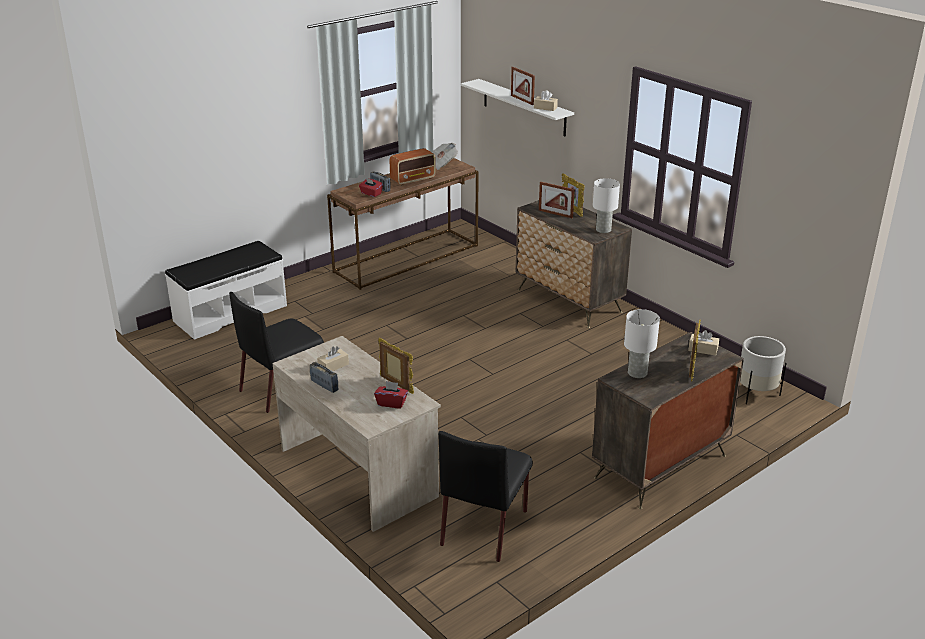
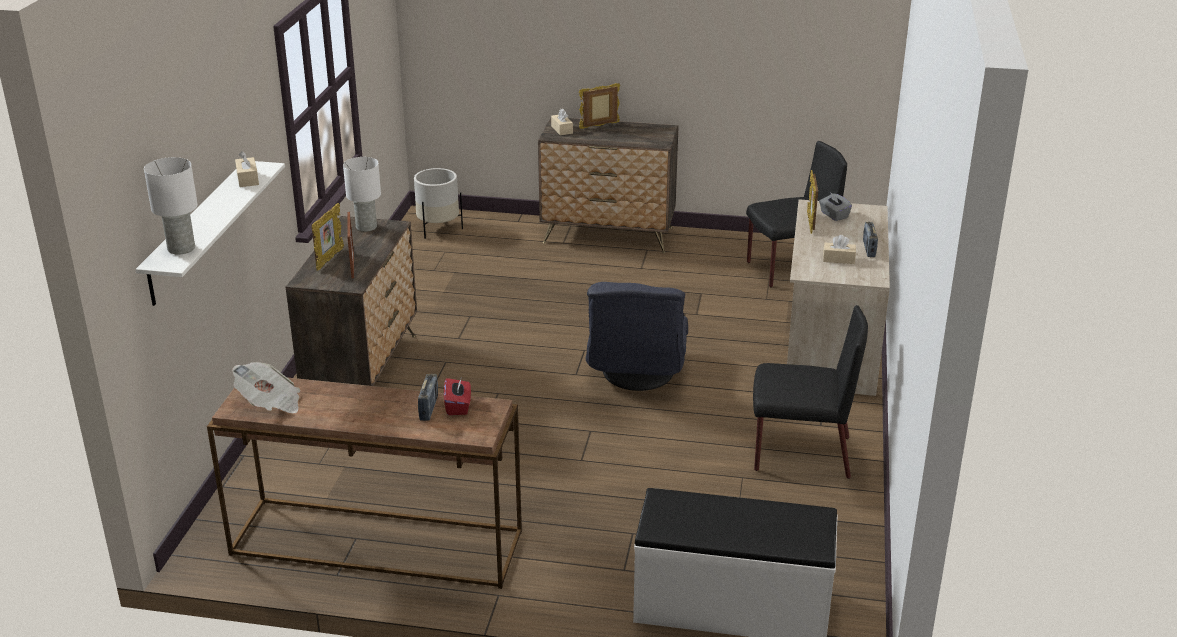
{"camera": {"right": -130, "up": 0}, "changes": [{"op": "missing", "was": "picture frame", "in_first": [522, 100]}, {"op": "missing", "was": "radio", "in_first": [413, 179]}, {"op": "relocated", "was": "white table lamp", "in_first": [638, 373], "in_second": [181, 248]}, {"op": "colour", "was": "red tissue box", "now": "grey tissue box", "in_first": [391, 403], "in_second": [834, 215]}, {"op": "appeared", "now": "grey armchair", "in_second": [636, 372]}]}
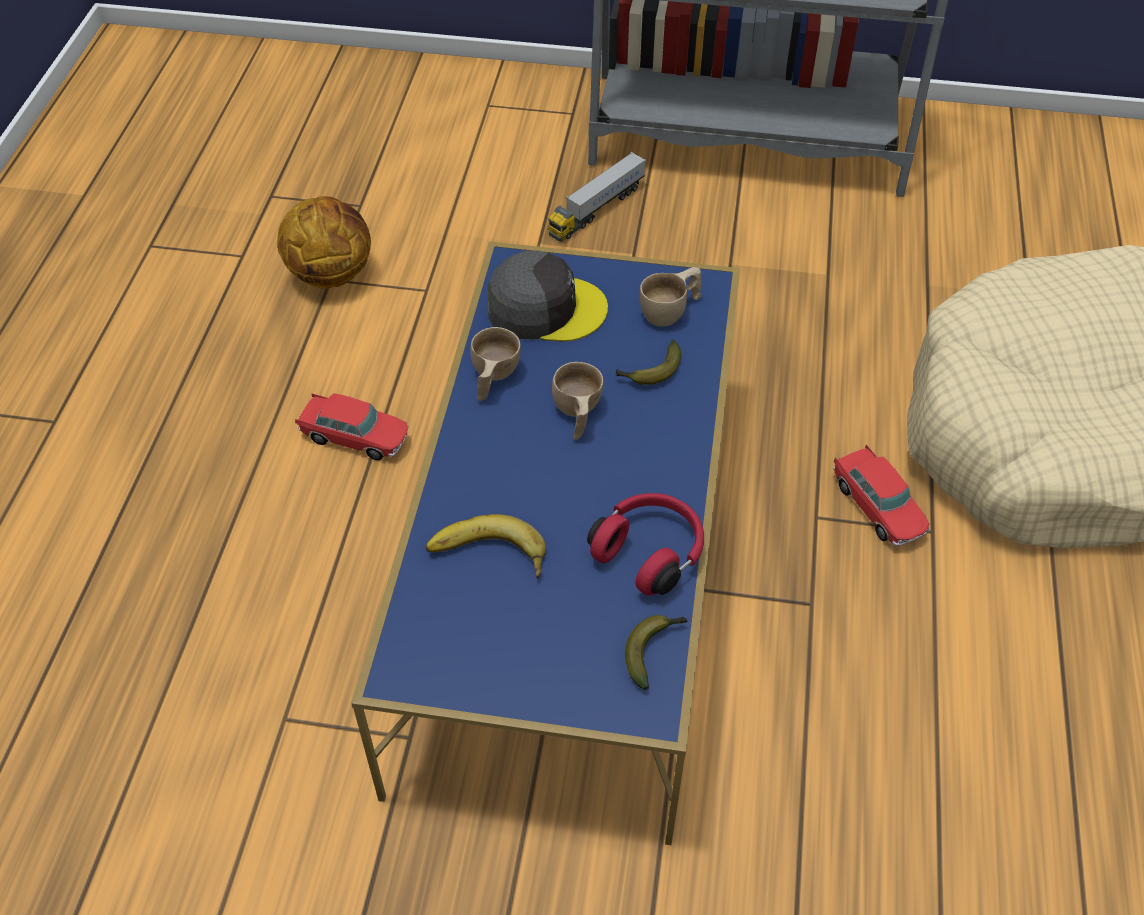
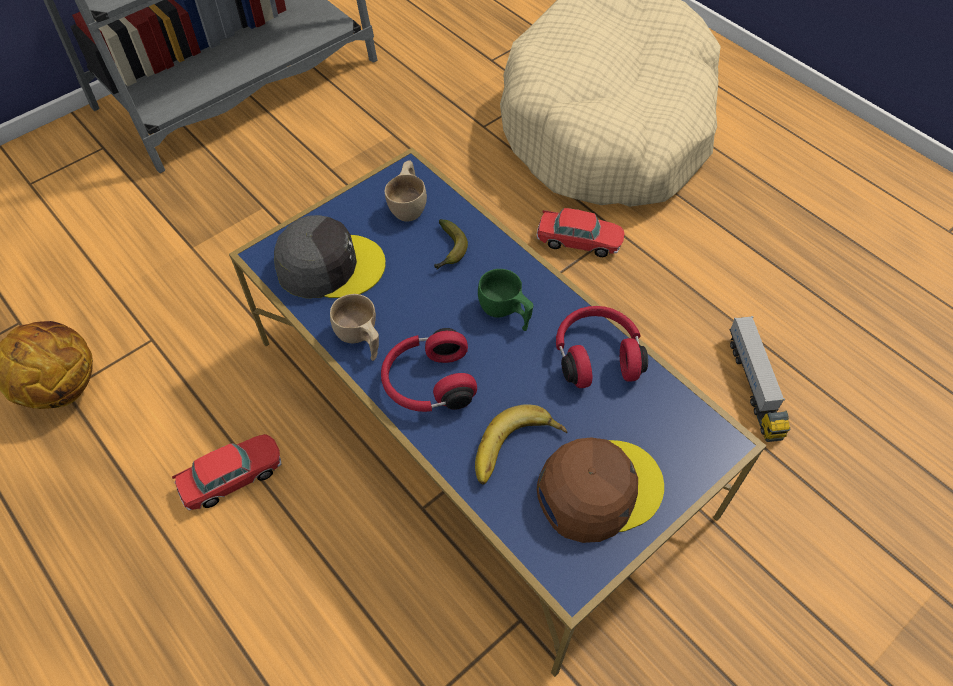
{"camera": {"right": -50, "up": 5}, "changes": [{"op": "relocated", "was": "toy truck", "in_first": [596, 209], "in_second": [754, 386]}, {"op": "spun", "was": "grey cap", "in_first": [545, 308], "in_second": [329, 265], "clockwise": 45}, {"op": "missing", "was": "beige cup", "in_first": [576, 415]}, {"op": "missing", "was": "banana", "in_first": [654, 650]}, {"op": "appeared", "now": "green cup", "in_second": [505, 313]}, {"op": "appeared", "now": "red headphones", "in_second": [428, 383]}, {"op": "appeared", "now": "brown cap", "in_second": [598, 489]}]}
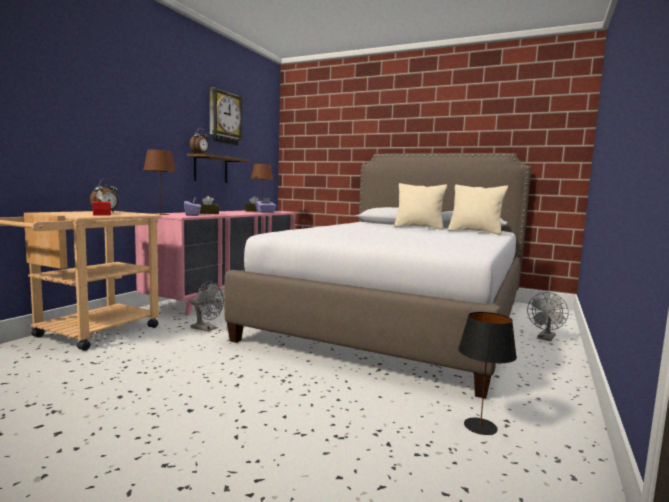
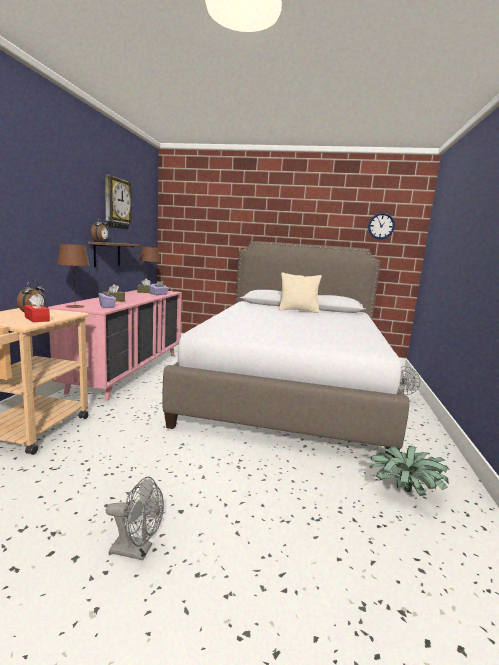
{"camera": {"right": -15, "up": 5}, "changes": [{"op": "missing", "was": "beige pillow", "in_first": [475, 232]}, {"op": "relocated", "was": "grey fan", "in_first": [207, 329], "in_second": [137, 550]}, {"op": "exchanged", "was": "black table lamp", "now": "potted plant", "in_first": [479, 426], "in_second": [404, 492]}, {"op": "appeared", "now": "wall clock", "in_second": [381, 226]}]}
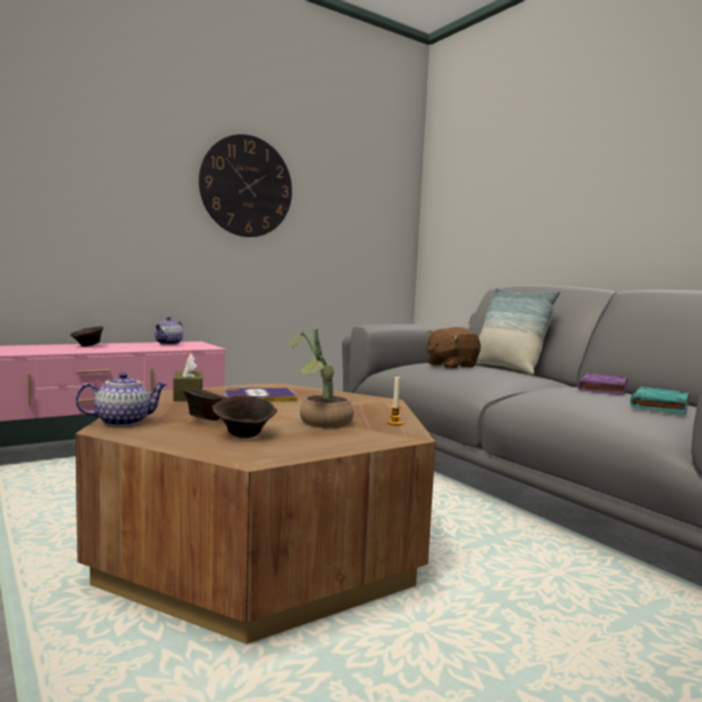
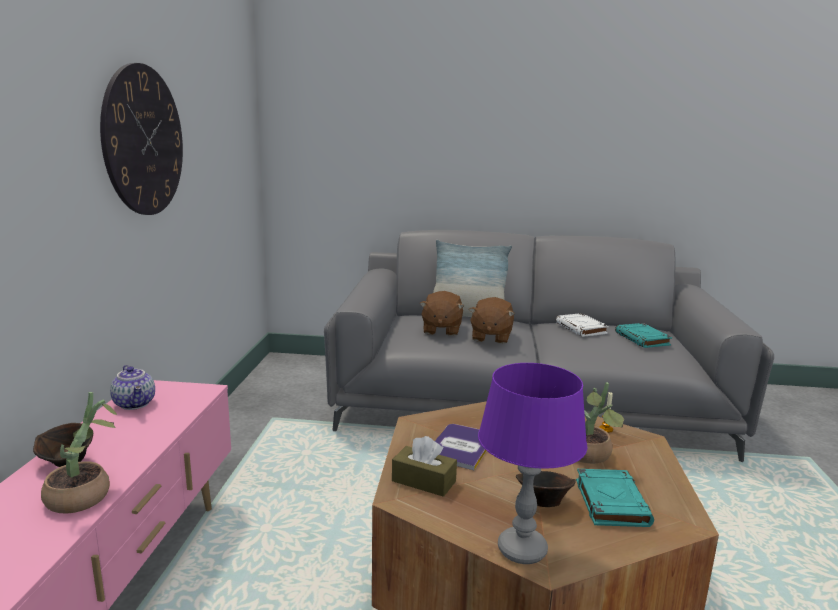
{"camera": {"right": -50, "up": 10}, "changes": [{"op": "exchanged", "was": "teapot", "now": "purple table lamp", "in_first": [123, 422], "in_second": [521, 550]}, {"op": "colour", "was": "purple book", "now": "white book", "in_first": [602, 389], "in_second": [581, 328]}, {"op": "exchanged", "was": "brown bowl", "now": "turquoise book", "in_first": [245, 435], "in_second": [610, 502]}, {"op": "appeared", "now": "brown plush toy", "in_second": [490, 337]}, {"op": "appeared", "now": "potted plant", "in_second": [86, 495]}]}
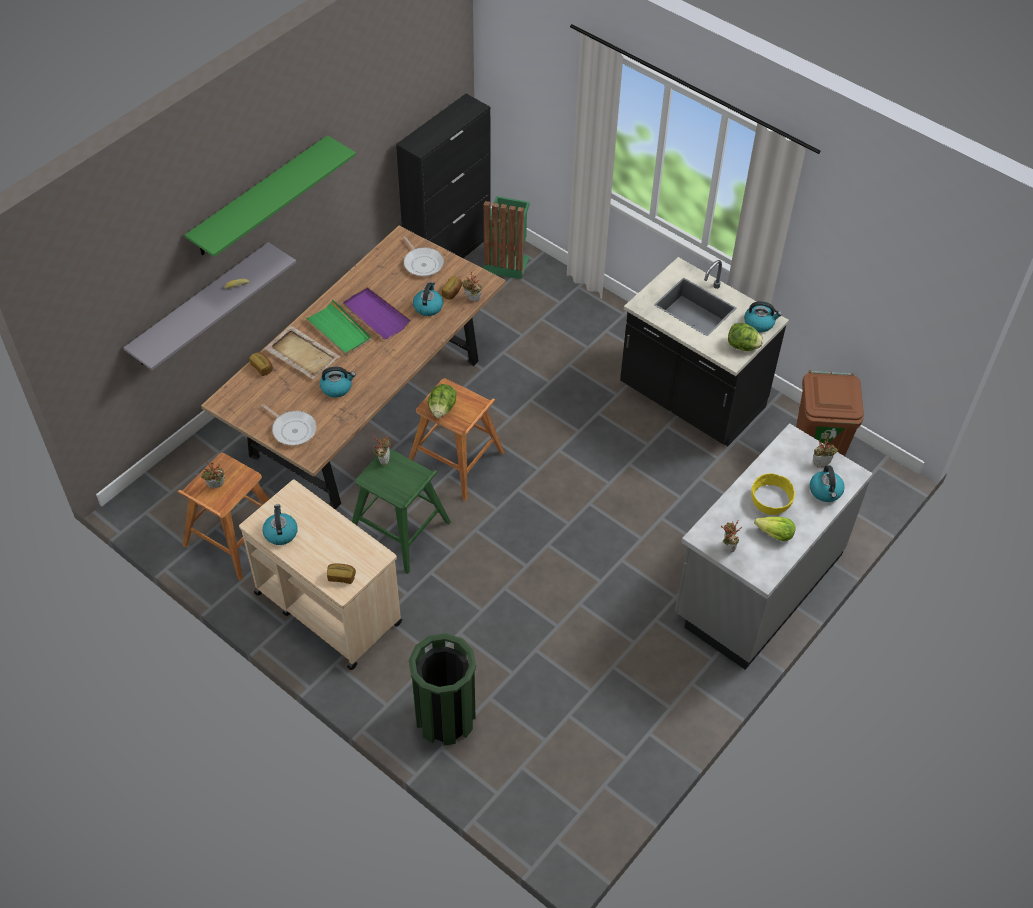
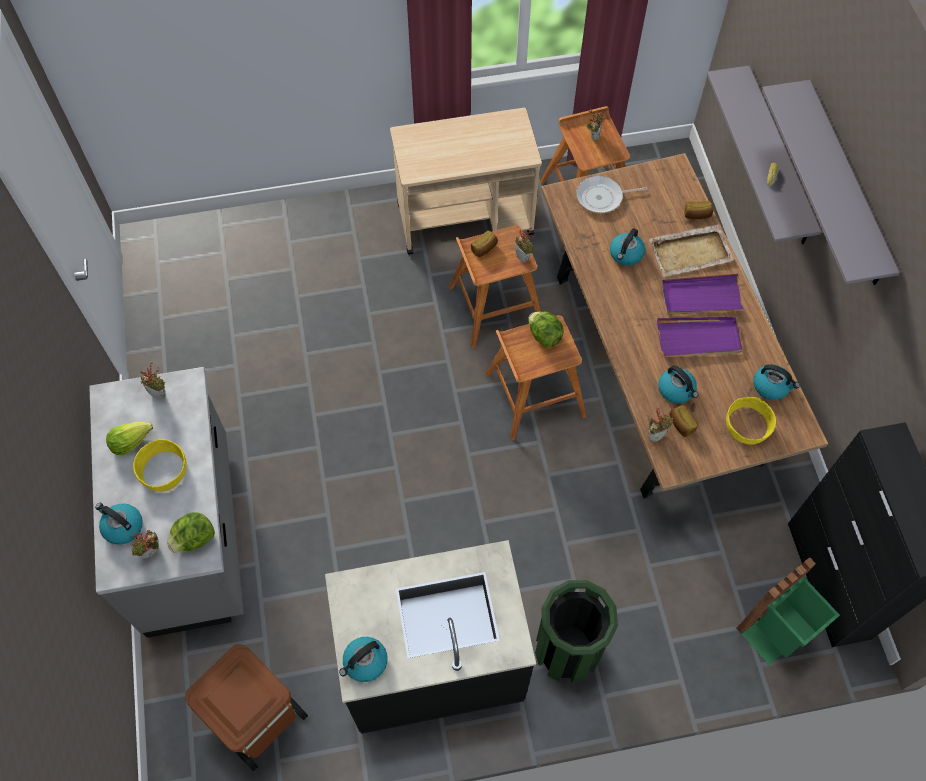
{"camera": {"right": 130, "up": 10}, "changes": [{"op": "colour", "was": "green shelf", "now": "grey shelf", "in_first": [260, 197], "in_second": [844, 185]}, {"op": "exchanged", "was": "frying pan", "now": "yellow bowl", "in_first": [422, 263], "in_second": [747, 426]}, {"op": "colour", "was": "green tray", "now": "purple tray", "in_first": [338, 330], "in_second": [701, 297]}, {"op": "relocated", "was": "lettuce", "in_first": [743, 346], "in_second": [194, 539]}, {"op": "colour", "was": "green stool", "now": "brown stool", "in_first": [400, 531], "in_second": [494, 307]}, {"op": "relocated", "was": "kettle", "in_first": [280, 532], "in_second": [771, 386]}, {"op": "relocated", "was": "bread", "in_first": [341, 576], "in_second": [484, 249]}, {"op": "relocated", "was": "green trash can", "in_first": [445, 718], "in_second": [567, 650]}]}
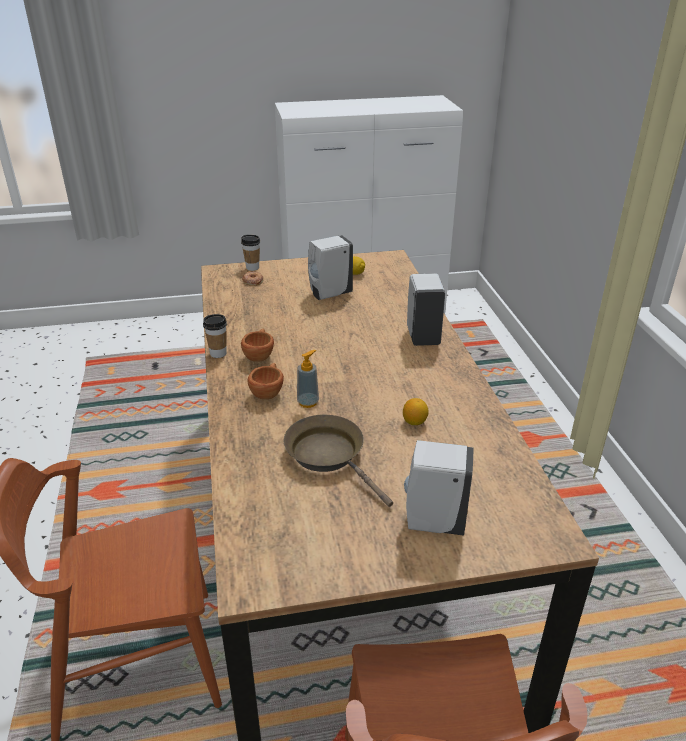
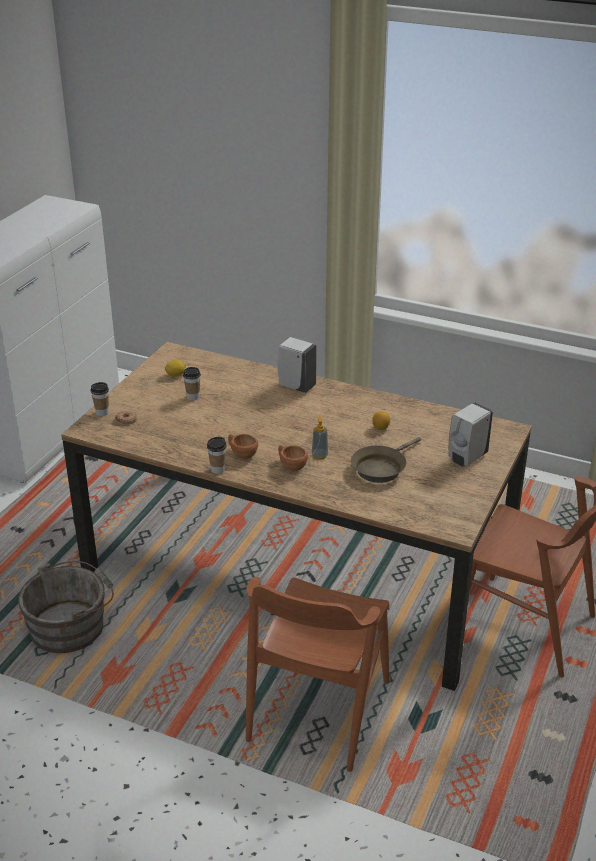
{"camera": {"right": -55, "up": 0}, "changes": [{"op": "exchanged", "was": "white soap dispenser", "now": "cup", "in_first": [329, 294], "in_second": [193, 397]}, {"op": "spun", "was": "brown frying pan", "in_first": [329, 456], "in_second": [381, 468], "clockwise": -45}, {"op": "appeared", "now": "grey bucket", "in_second": [71, 626]}]}
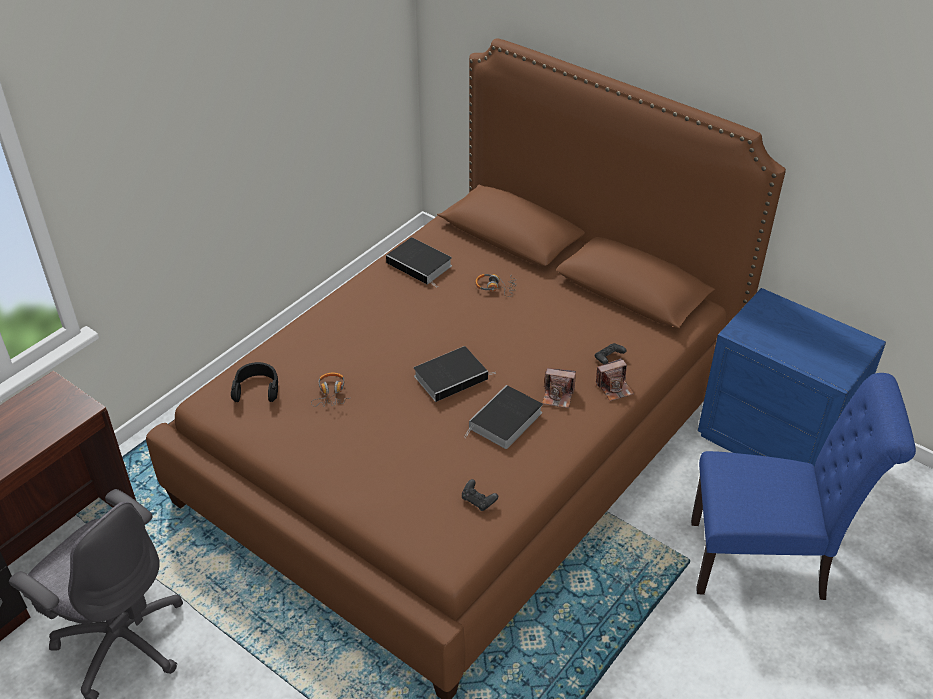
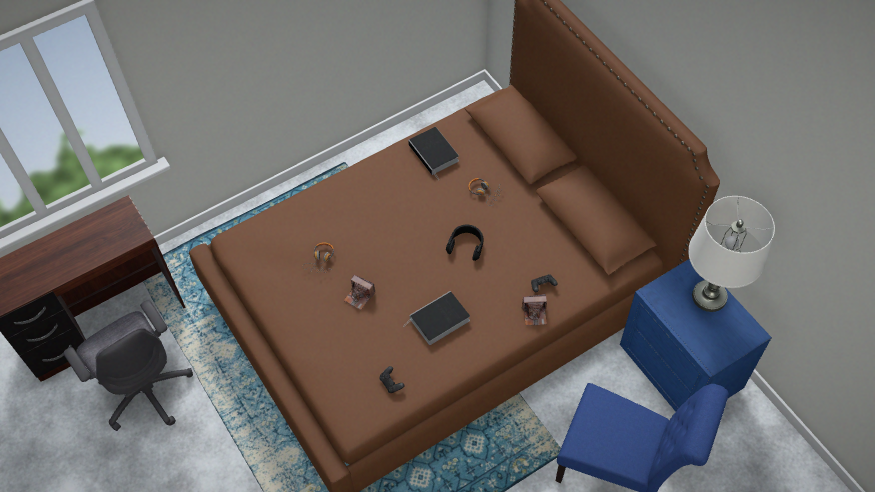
{"camera": {"right": 20, "up": 15}, "changes": [{"op": "missing", "was": "book", "in_first": [452, 376]}, {"op": "relocated", "was": "black headphones", "in_first": [257, 388], "in_second": [466, 245]}, {"op": "relocated", "was": "photo camera", "in_first": [558, 396], "in_second": [359, 296]}, {"op": "appeared", "now": "white table lamp", "in_second": [709, 297]}]}
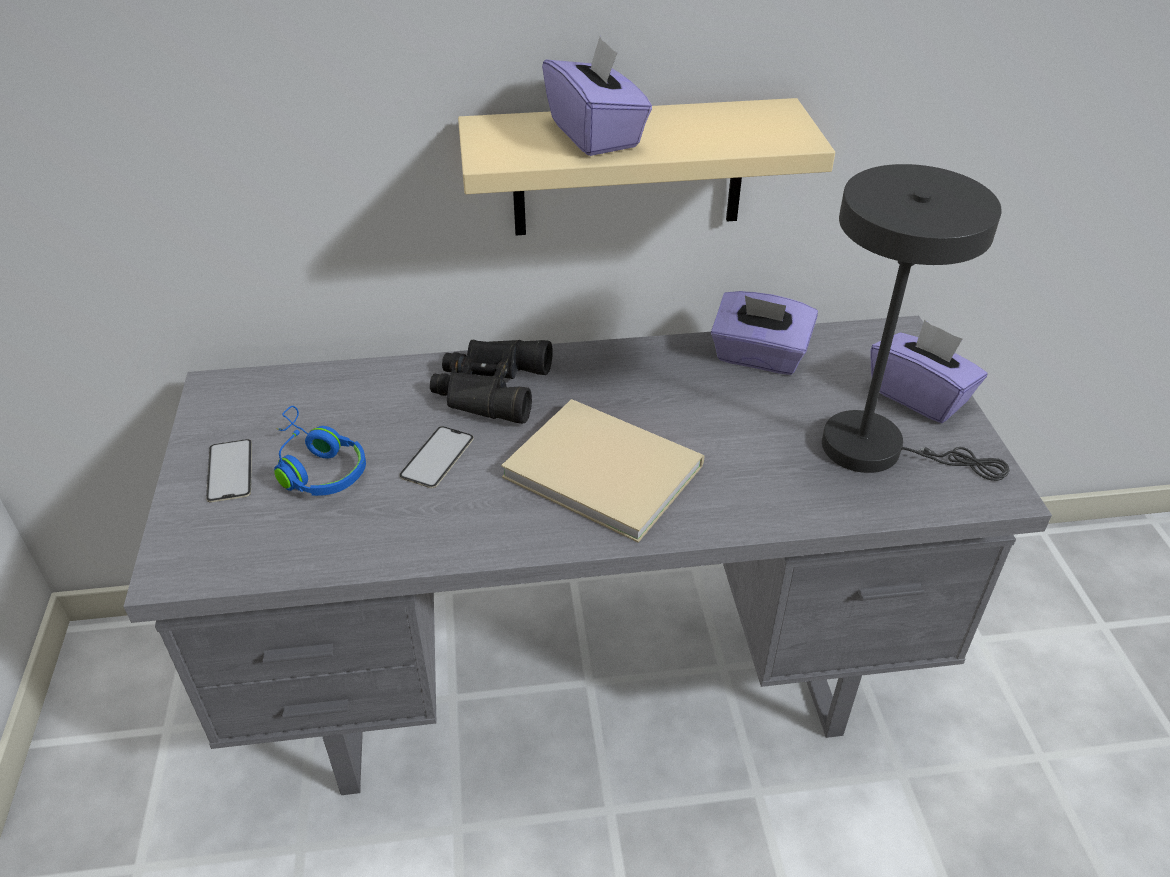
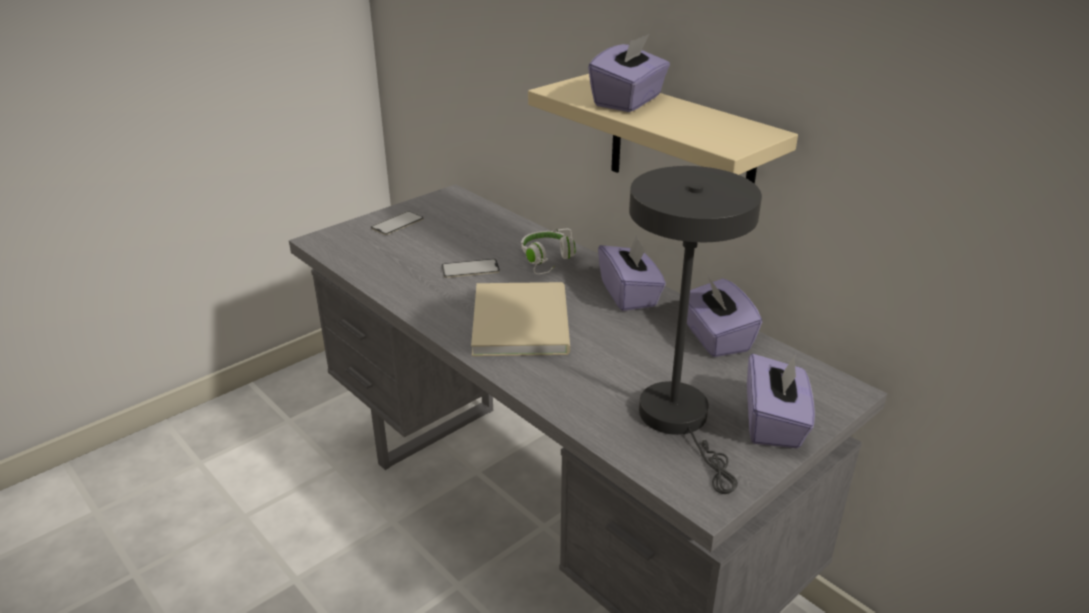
{"camera": {"right": 55, "up": -10}, "changes": [{"op": "exchanged", "was": "black binoculars", "now": "white headphones", "in_first": [488, 388], "in_second": [547, 260]}, {"op": "missing", "was": "blue headphones", "in_first": [316, 467]}, {"op": "appeared", "now": "purple tissue box", "in_second": [629, 294]}]}
